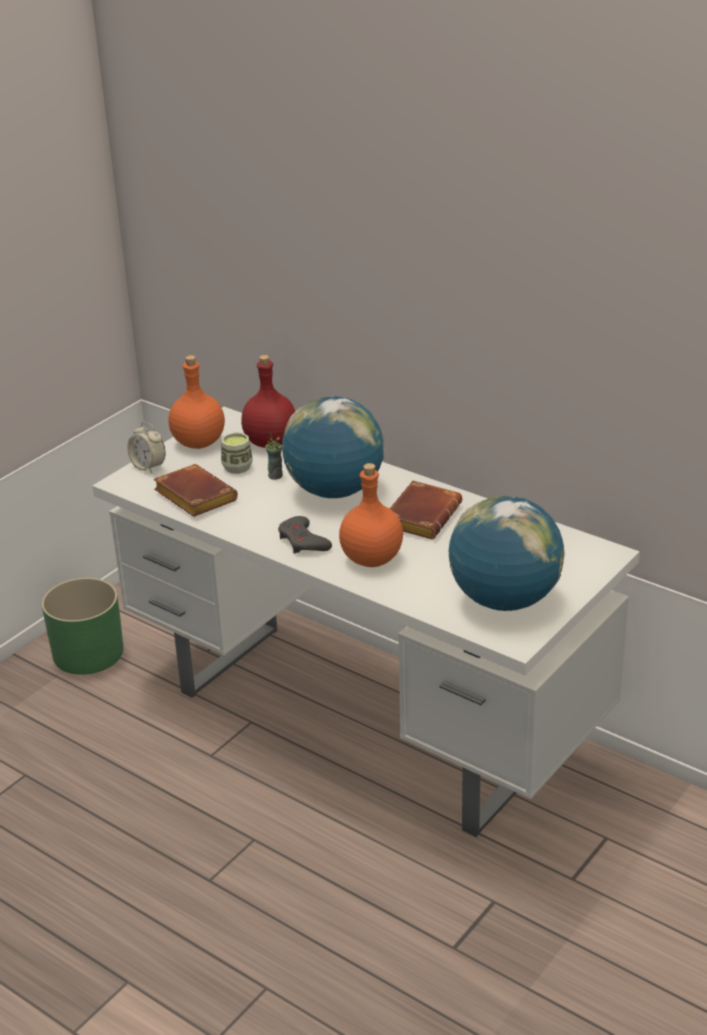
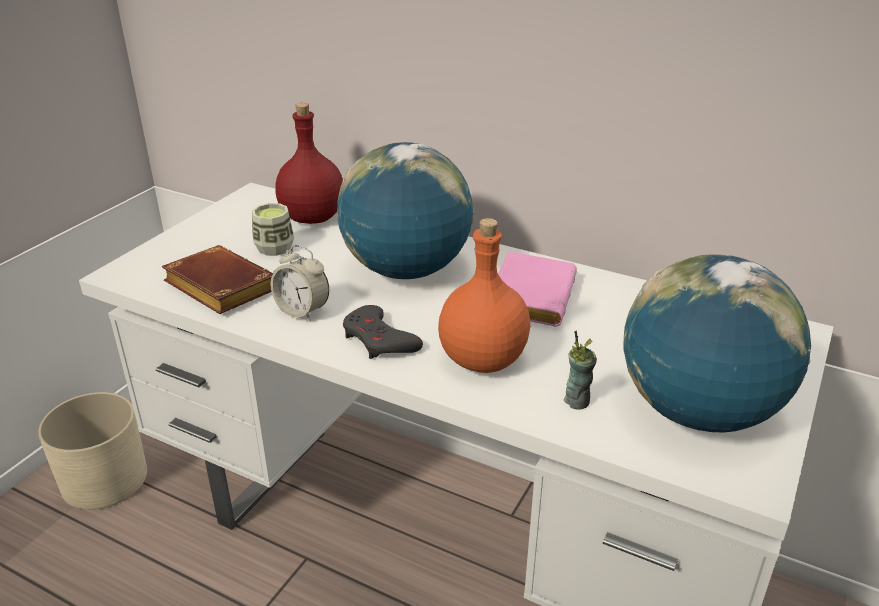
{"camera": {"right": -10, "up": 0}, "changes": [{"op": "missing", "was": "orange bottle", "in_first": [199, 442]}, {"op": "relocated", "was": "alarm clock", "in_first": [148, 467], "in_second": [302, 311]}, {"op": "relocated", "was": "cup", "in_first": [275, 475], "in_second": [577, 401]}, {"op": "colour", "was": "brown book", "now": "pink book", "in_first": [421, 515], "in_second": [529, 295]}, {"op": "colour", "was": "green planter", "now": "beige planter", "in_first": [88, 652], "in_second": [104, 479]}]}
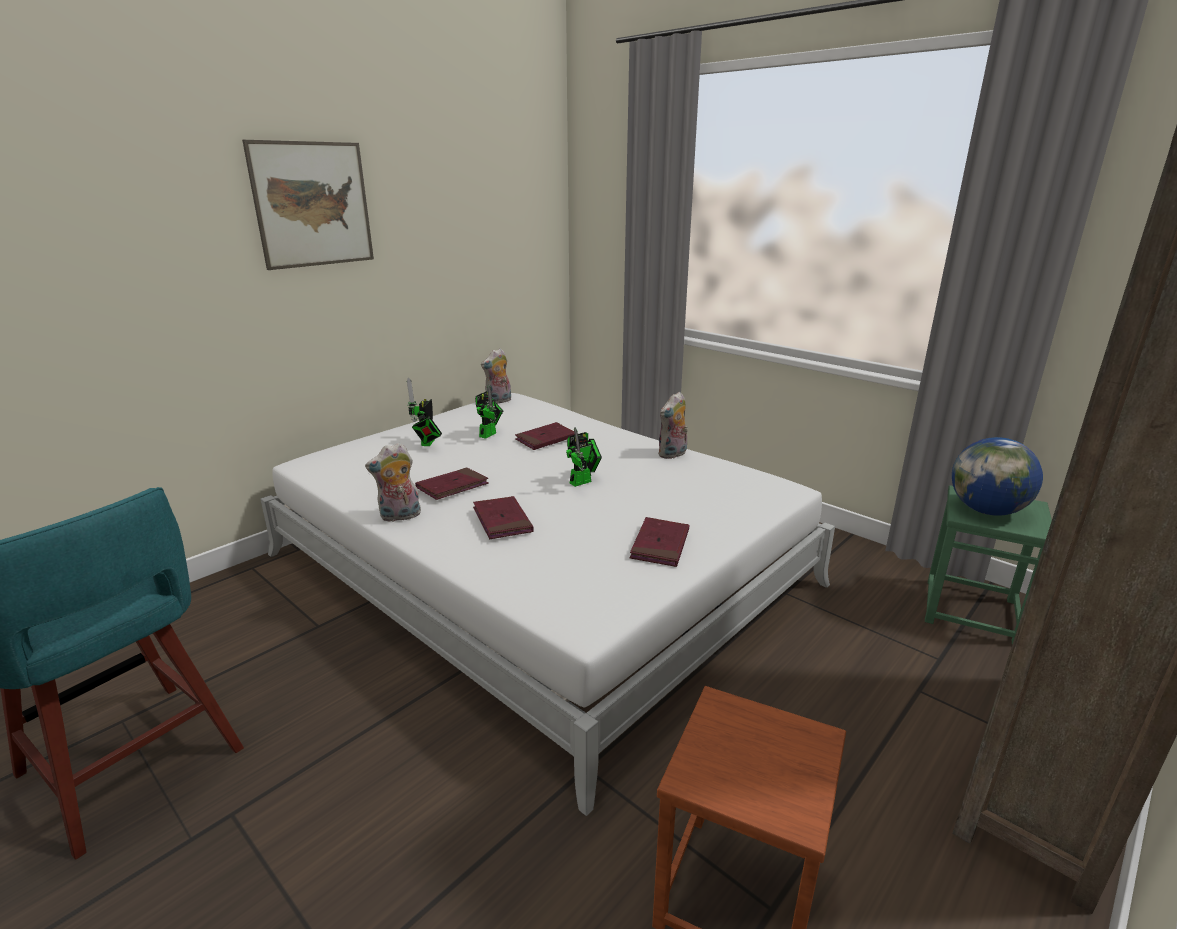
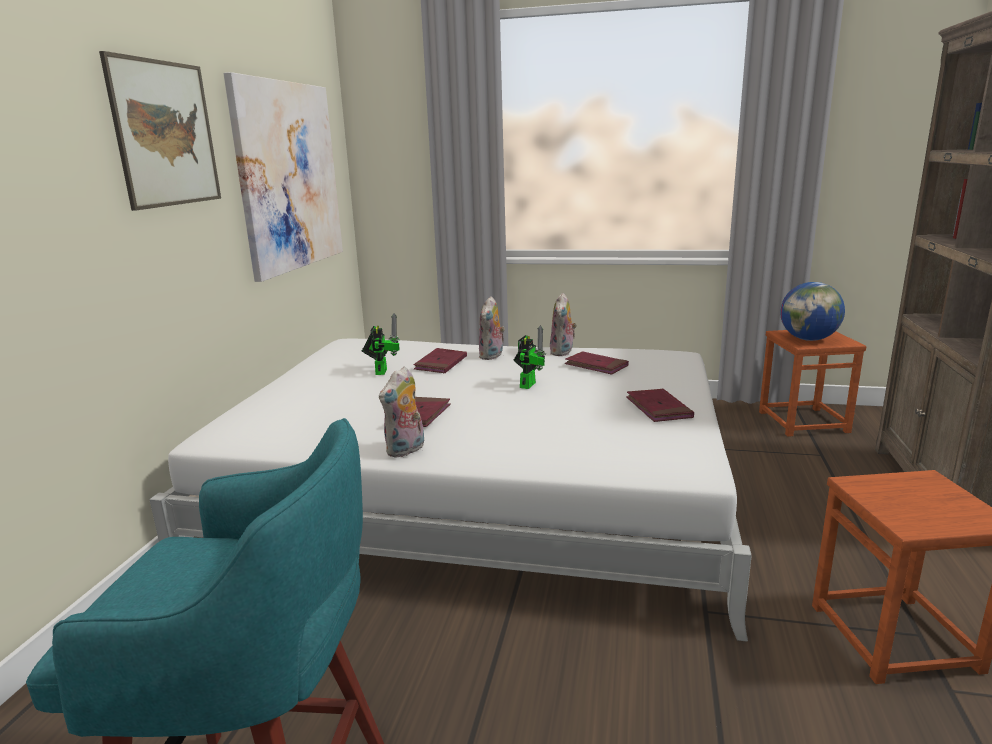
{"camera": {"right": -30, "up": -5}, "changes": [{"op": "relocated", "was": "plush toy", "in_first": [499, 401], "in_second": [492, 356]}, {"op": "missing", "was": "toy robot", "in_first": [427, 444]}, {"op": "colour", "was": "green stool", "now": "brown stool", "in_first": [971, 610], "in_second": [803, 421]}, {"op": "relocated", "was": "red book", "in_first": [502, 521], "in_second": [596, 366]}, {"op": "appeared", "now": "picture", "in_second": [289, 177]}]}
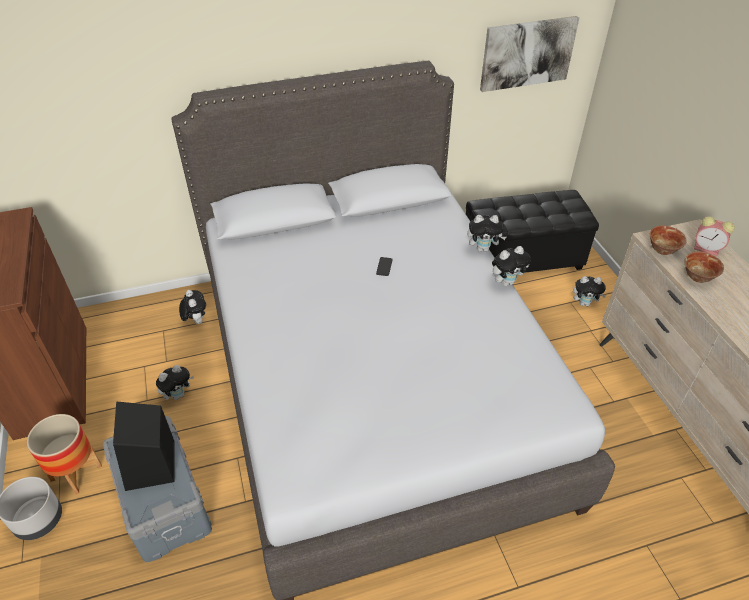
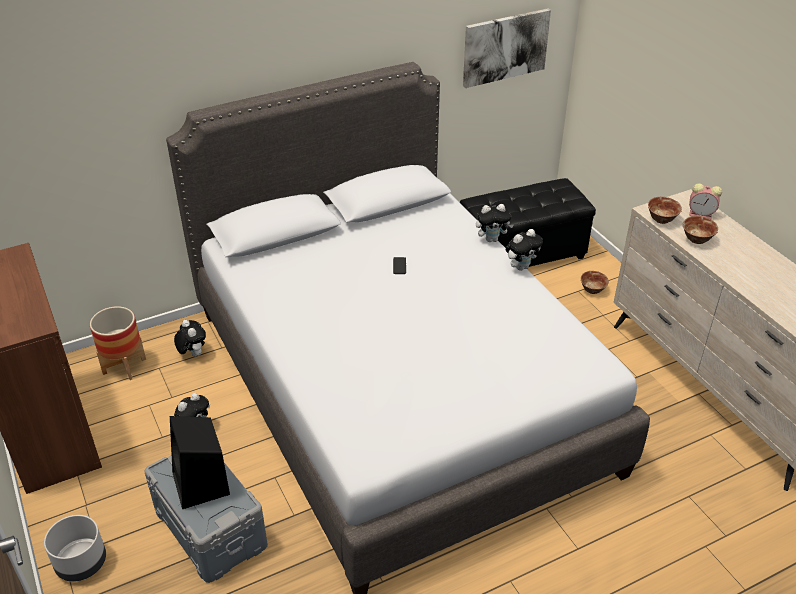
{"camera": {"right": -10, "up": -5}, "changes": [{"op": "exchanged", "was": "plush toy", "now": "bowl", "in_first": [584, 303], "in_second": [592, 290]}, {"op": "relocated", "was": "planter", "in_first": [76, 473], "in_second": [124, 366]}]}
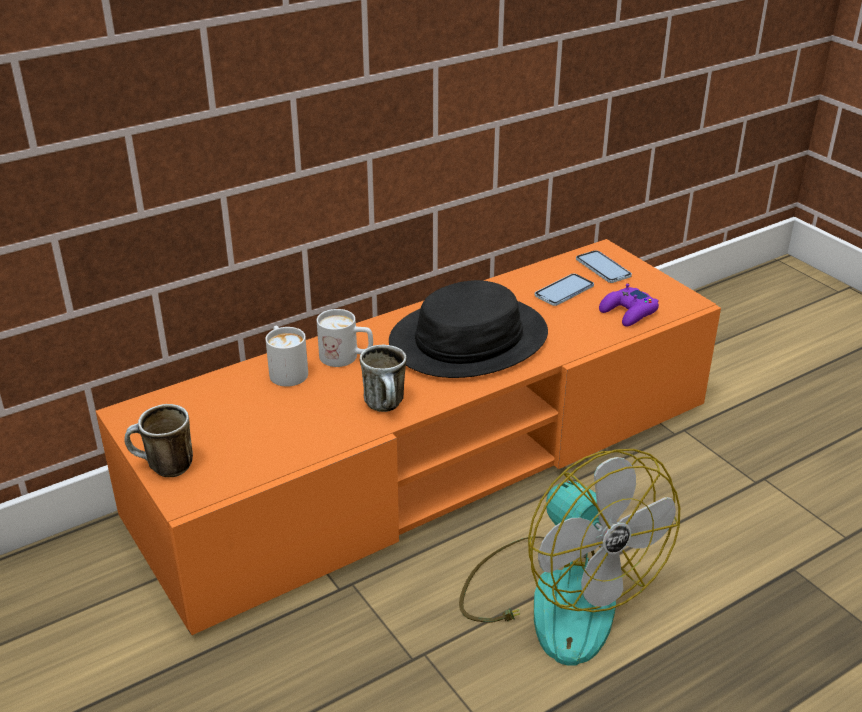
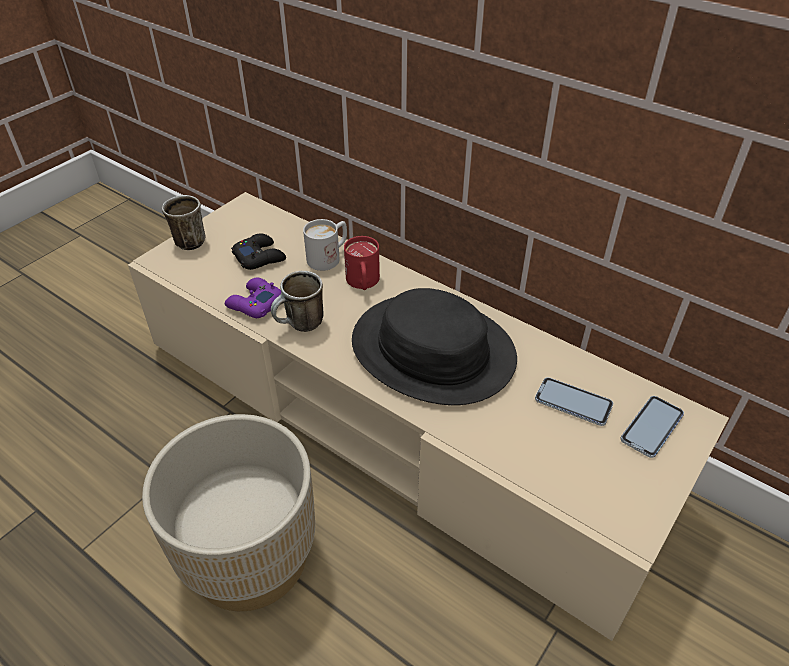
{"camera": {"right": 70, "up": 10}, "changes": [{"op": "colour", "was": "orange tv stand", "now": "beige tv stand", "in_first": [431, 461], "in_second": [394, 417]}, {"op": "relocated", "was": "purple game controller", "in_first": [628, 312], "in_second": [254, 304]}, {"op": "colour", "was": "white mug", "now": "red mug", "in_first": [346, 357], "in_second": [363, 283]}, {"op": "exchanged", "was": "fan", "now": "beige planter", "in_first": [556, 596], "in_second": [250, 556]}, {"op": "appeared", "now": "black game controller", "in_second": [259, 257]}]}
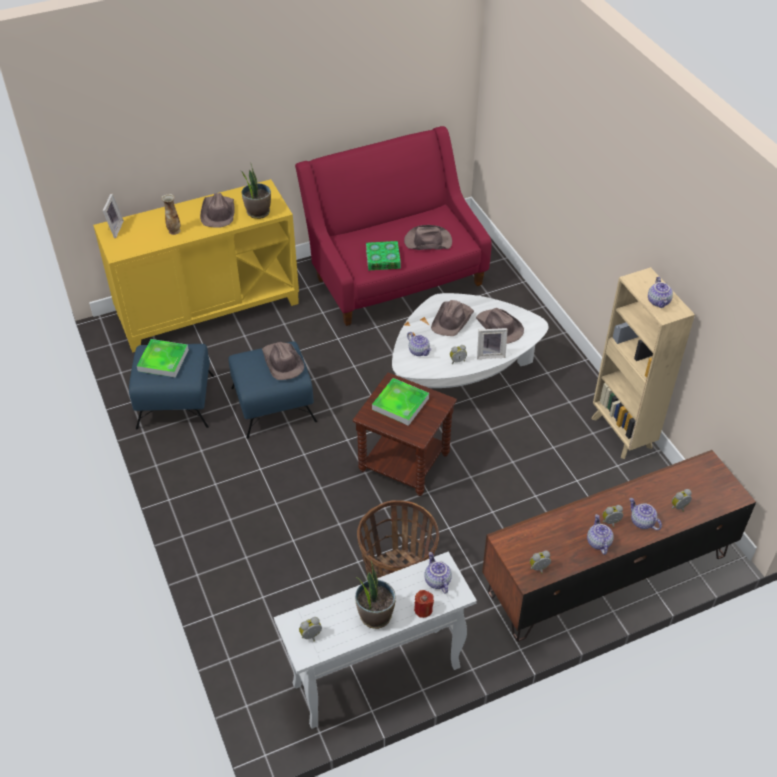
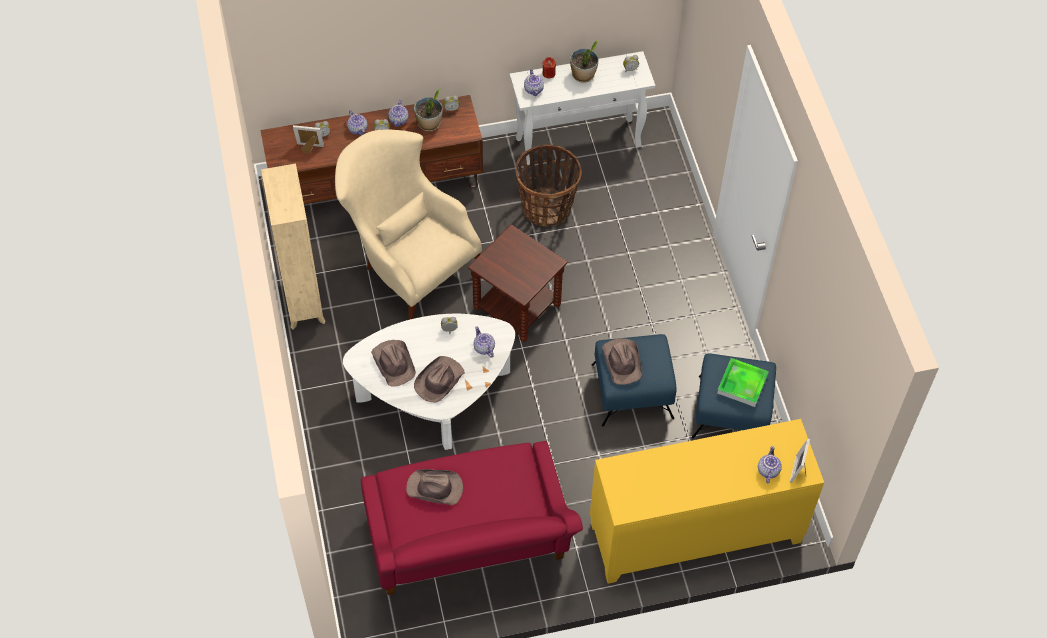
{"camera": {"right": -170, "up": 10}, "changes": [{"op": "relocated", "was": "potted plant", "in_first": [258, 212], "in_second": [429, 124]}, {"op": "missing", "was": "brown hat", "in_first": [218, 213]}, {"op": "missing", "was": "vase", "in_first": [174, 230]}, {"op": "missing", "was": "book", "in_first": [383, 259]}, {"op": "relocated", "was": "teapot", "in_first": [659, 302], "in_second": [767, 470]}, {"op": "relocated", "was": "picture frame", "in_first": [490, 354], "in_second": [309, 148]}, {"op": "missing", "was": "tray", "in_first": [400, 404]}, {"op": "appeared", "now": "beige armchair", "in_second": [408, 265]}]}
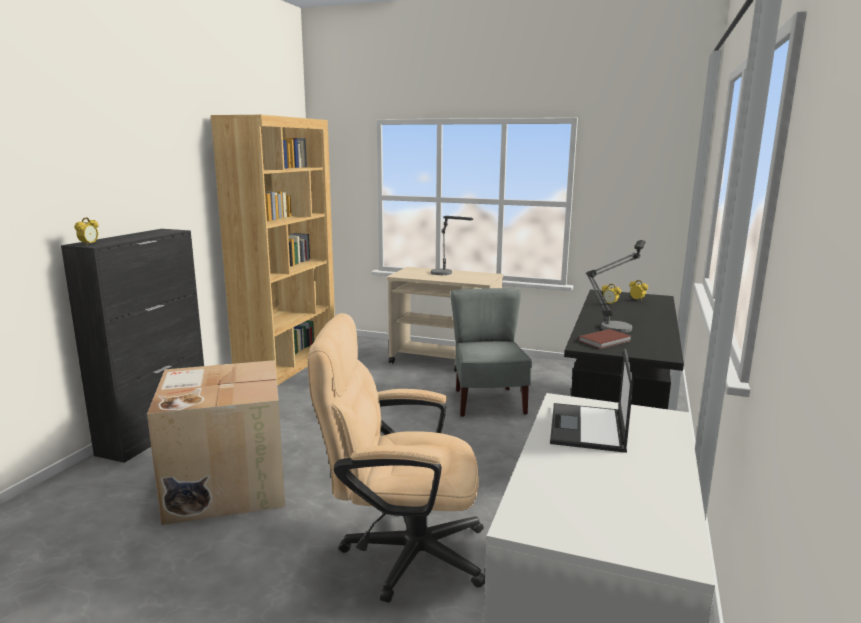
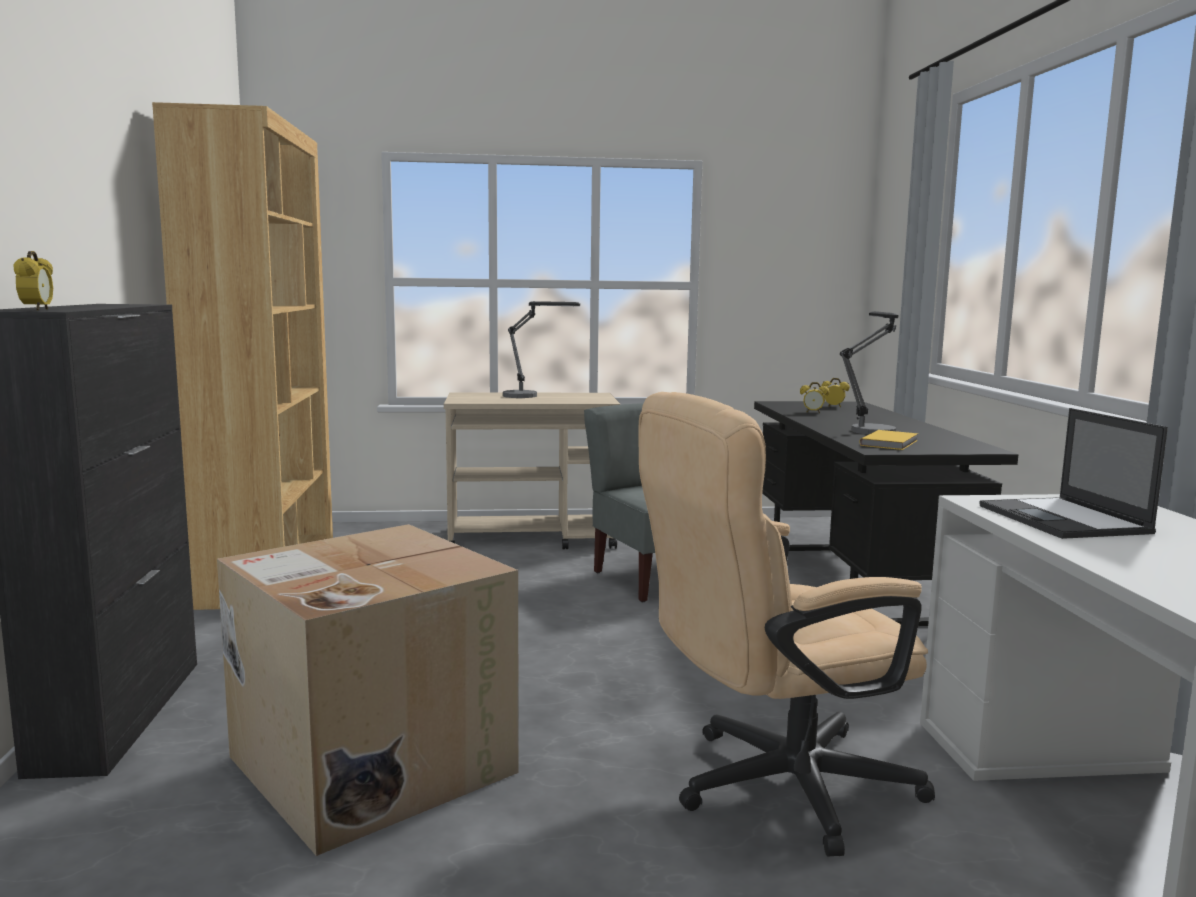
{"camera": {"right": -25, "up": -5}, "changes": [{"op": "colour", "was": "brown book", "now": "yellow book", "in_first": [606, 341], "in_second": [891, 443]}]}
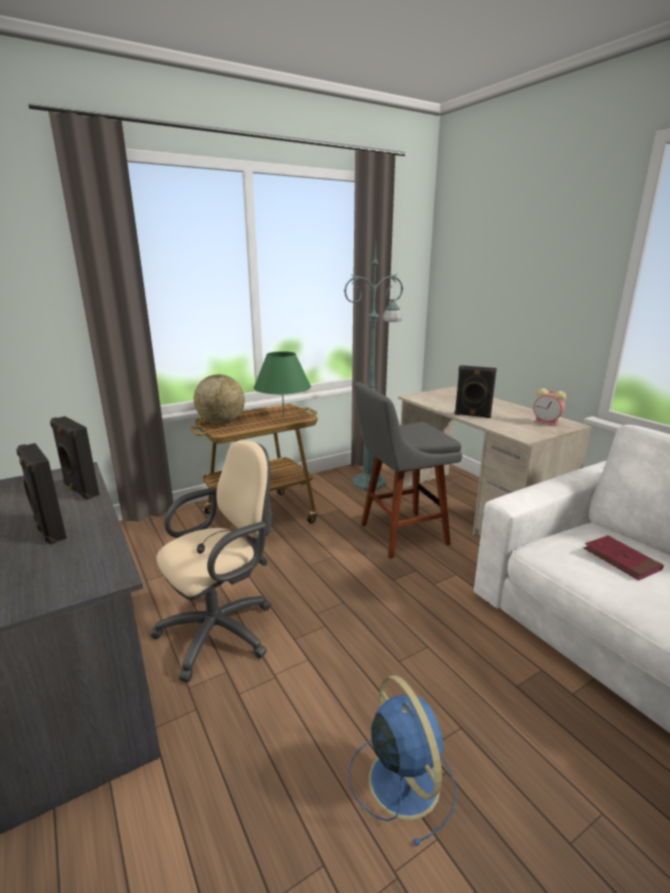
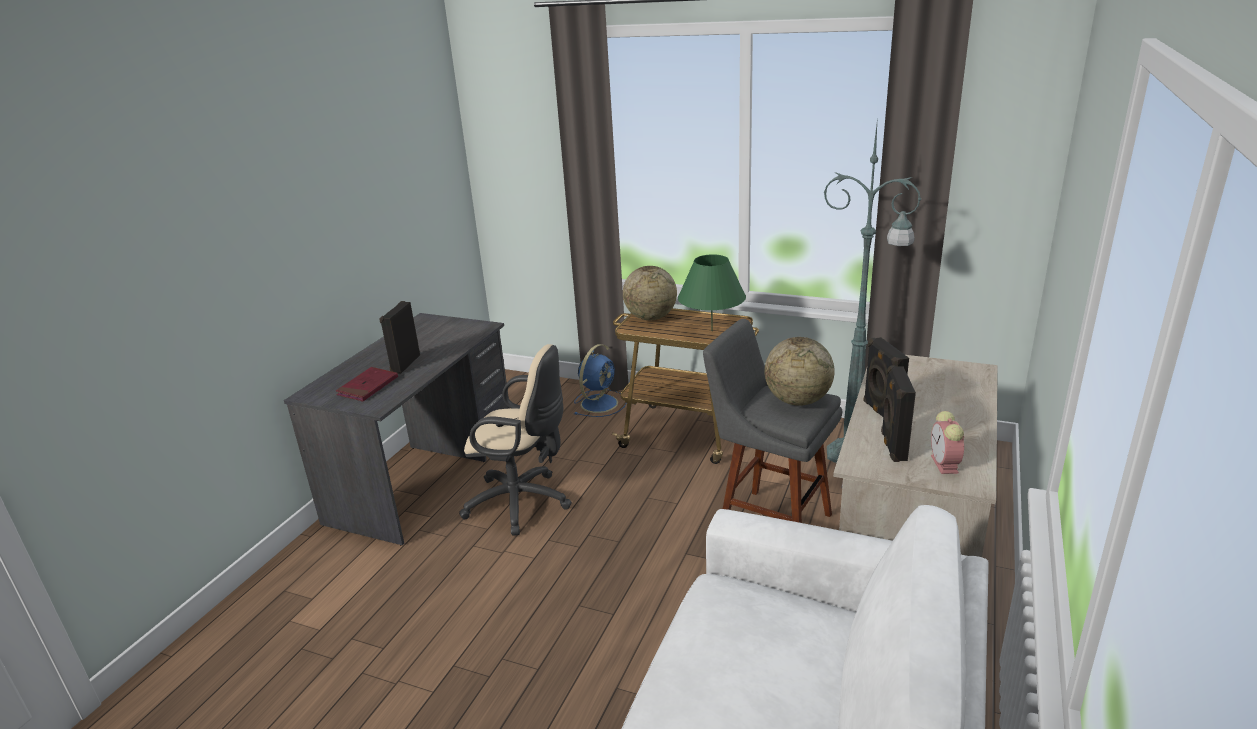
{"camera": {"right": 55, "up": 5}, "changes": [{"op": "relocated", "was": "black speaker", "in_first": [80, 490], "in_second": [892, 446]}, {"op": "relocated", "was": "red book", "in_first": [621, 560], "in_second": [368, 387]}, {"op": "relocated", "was": "blue fan", "in_first": [402, 778], "in_second": [600, 403]}, {"op": "appeared", "now": "globe", "in_second": [797, 401]}]}
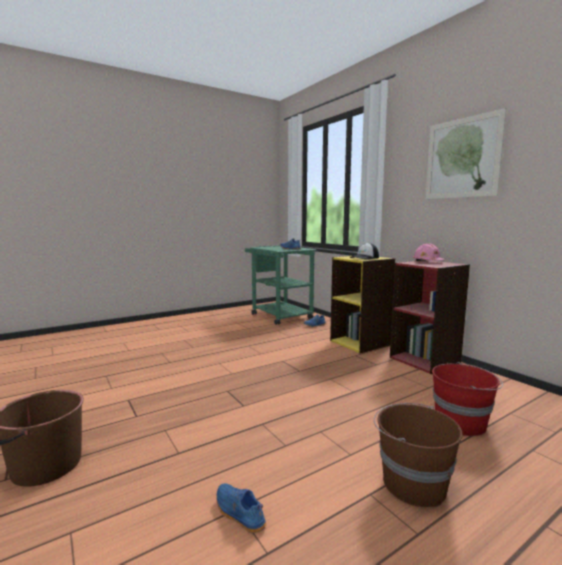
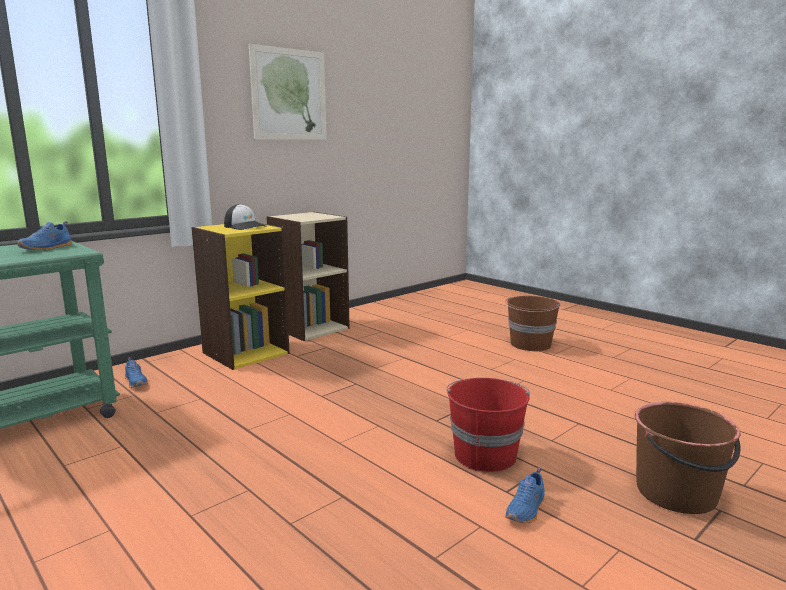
{"camera": {"right": -100, "up": 5}, "changes": [{"op": "missing", "was": "pink hard hat", "in_first": [427, 262]}, {"op": "colour", "was": "red bookcase", "now": "beige bookcase", "in_first": [425, 360], "in_second": [310, 328]}, {"op": "relocated", "was": "red bucket", "in_first": [461, 422], "in_second": [484, 454]}, {"op": "relocated", "was": "blue shoe", "in_first": [239, 514], "in_second": [527, 510]}]}
